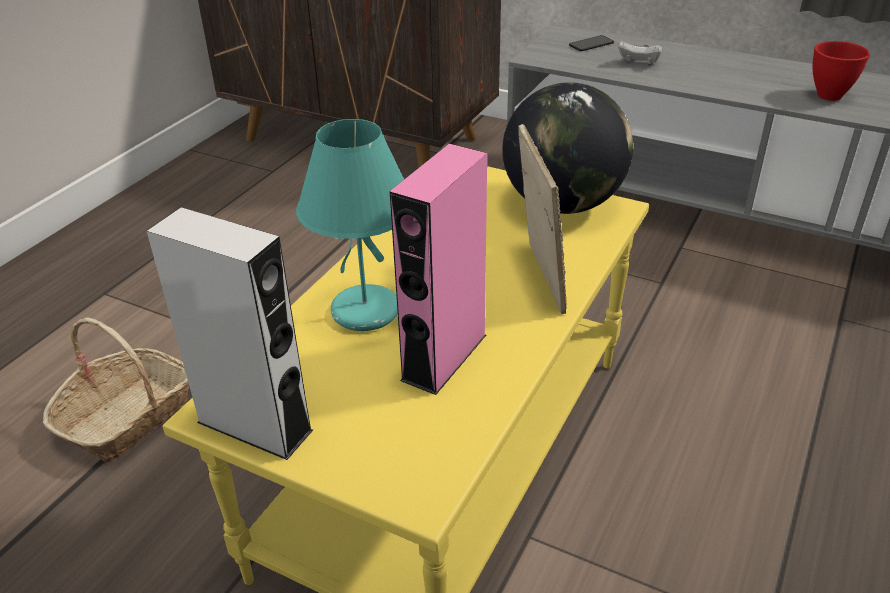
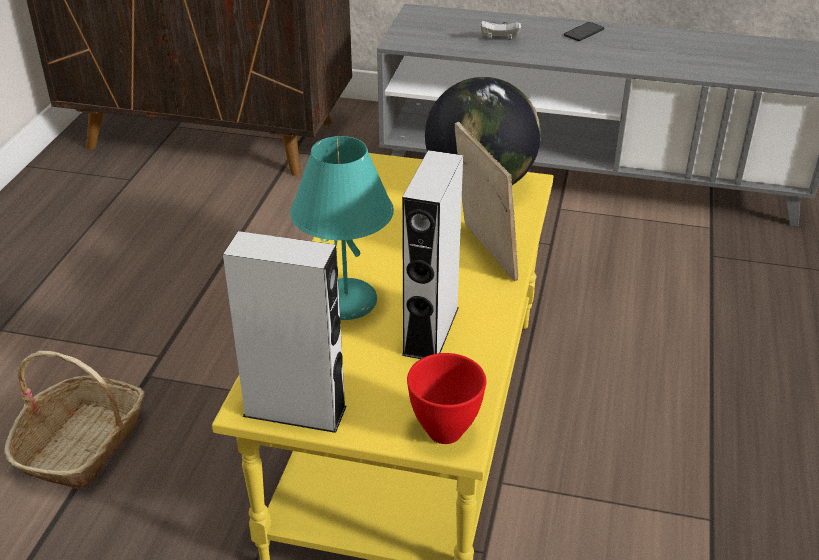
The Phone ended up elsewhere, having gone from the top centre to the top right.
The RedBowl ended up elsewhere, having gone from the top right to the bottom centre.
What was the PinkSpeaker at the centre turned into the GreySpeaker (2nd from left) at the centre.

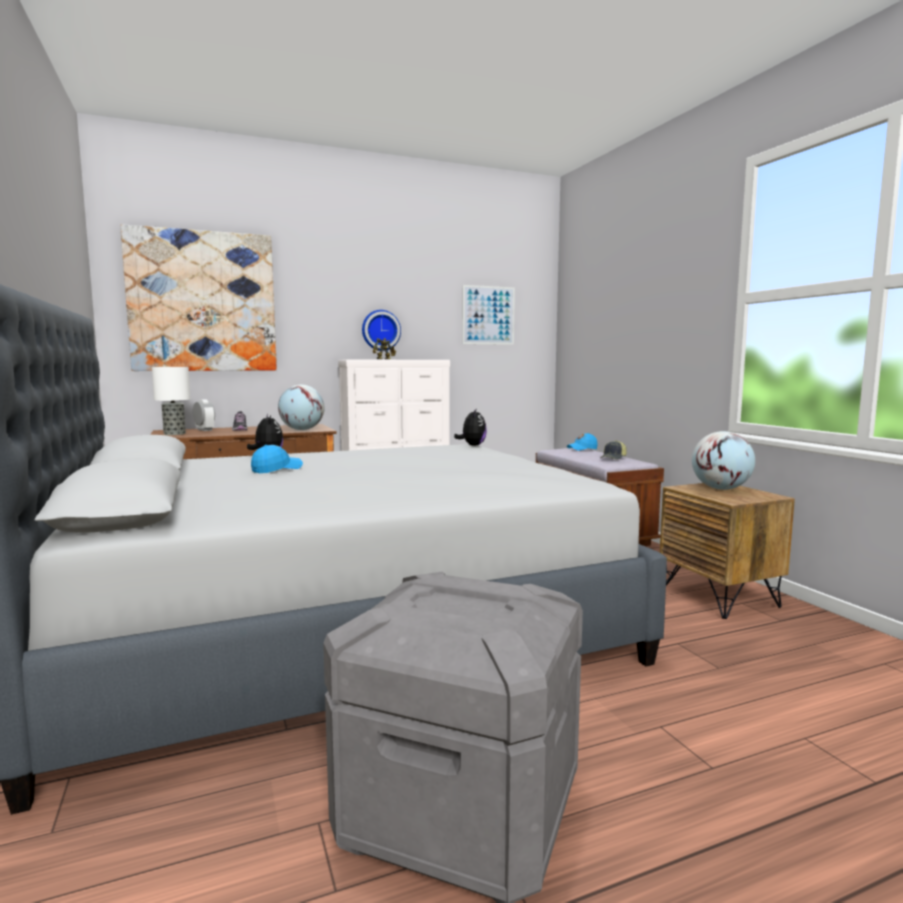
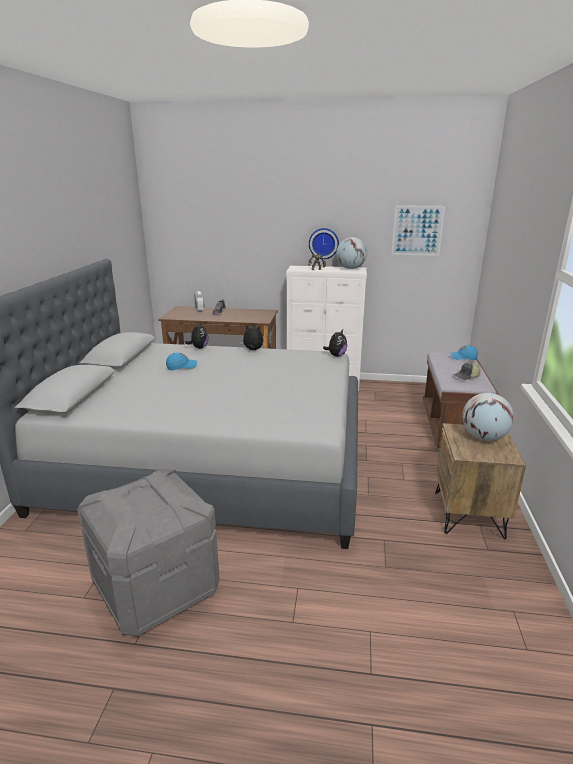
The second view lost the Picture (1st from left) at the top left.
The second view lost the TableLamp at the middle left.
The second view gained the PlushToy (2nd from left) at the centre.
The Globe (1st from left) ended up elsewhere, having gone from the centre to the top centre.

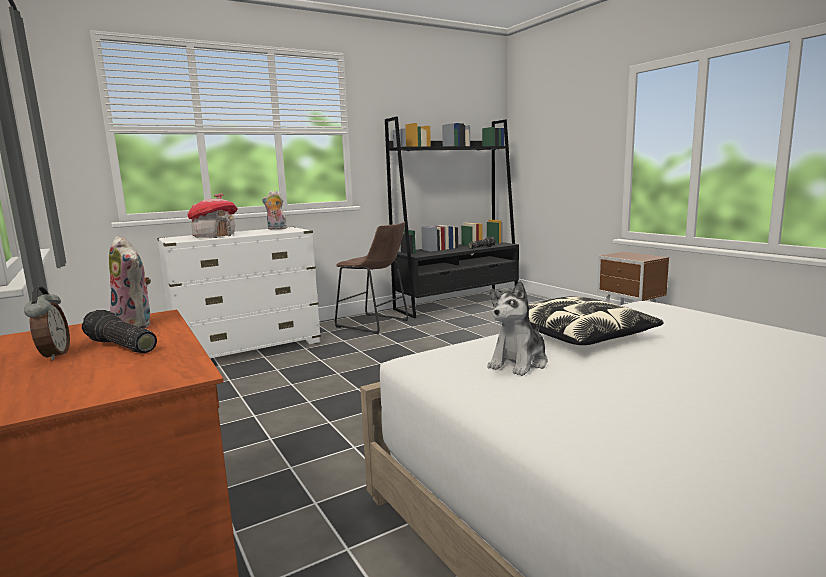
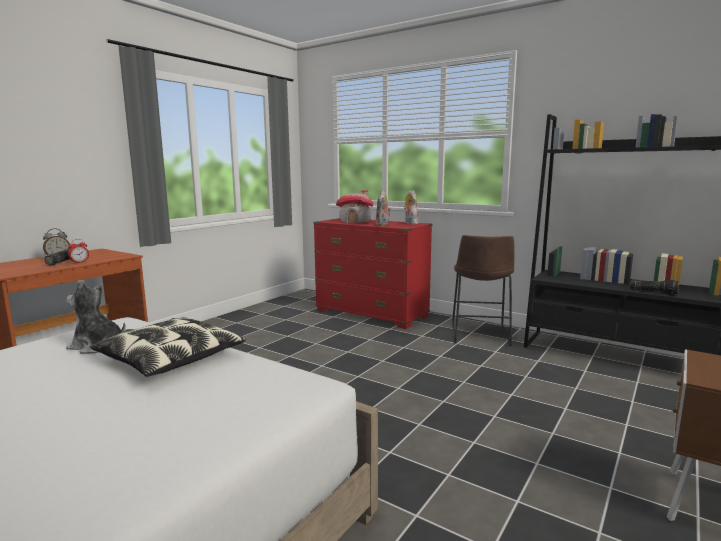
The second view gained the AlarmClock (2nd from left) at the middle left.
The PlushToy (1st from left in the first image) ended up elsewhere, having gone from the middle left to the centre.
What was the WhiteDresser at the middle left turned into the RedDresser at the centre.

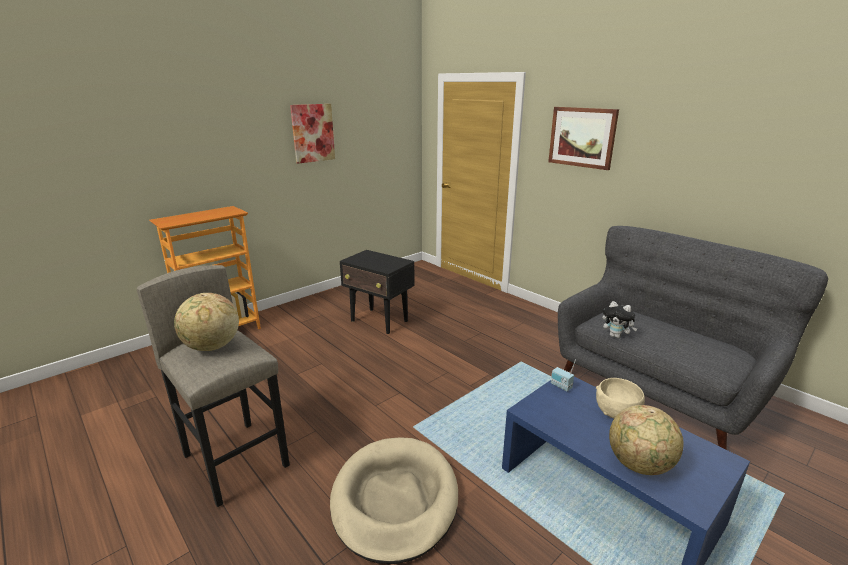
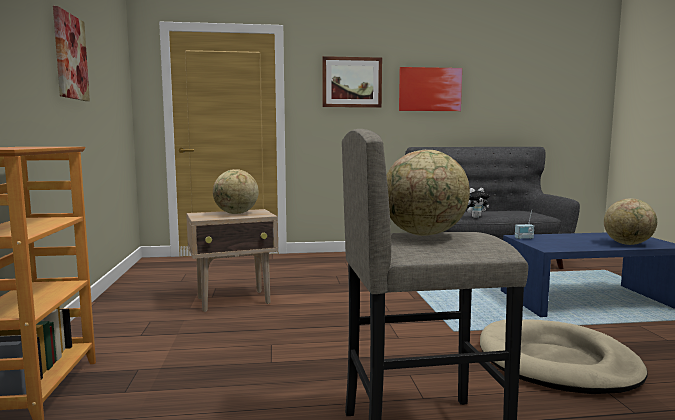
The second view lost the BeigeBowl at the bottom right.
The second view gained the Globe (1st from left) at the centre.
The second view gained the Picture (3rd from left) at the top centre.
What was the BlackSideTable at the centre turned into the BeigeSideTable at the centre.

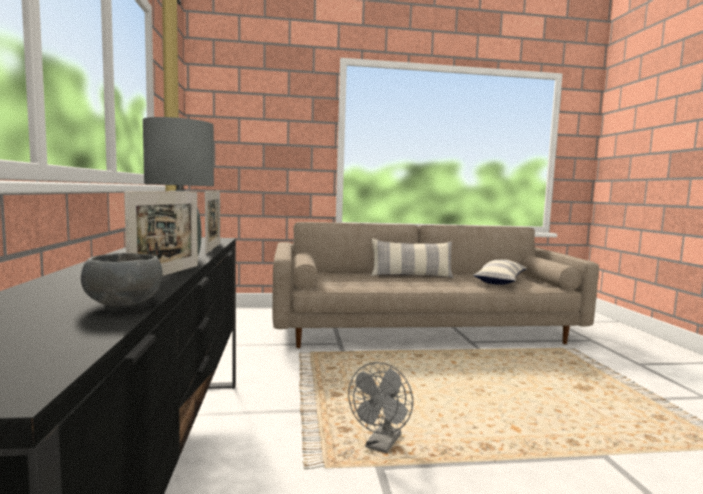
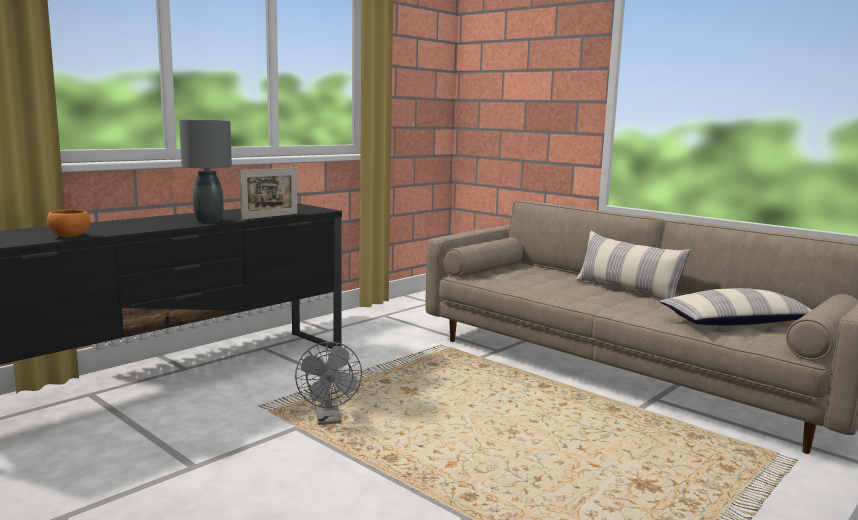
The second view lost the PictureFrame (1st from left) at the middle left.
What was the GreyBowl at the middle left turned into the OrangeBowl at the middle left.
The GreyFan at the bottom centre ended up facing another way, 90 degrees counterclockwise from before.

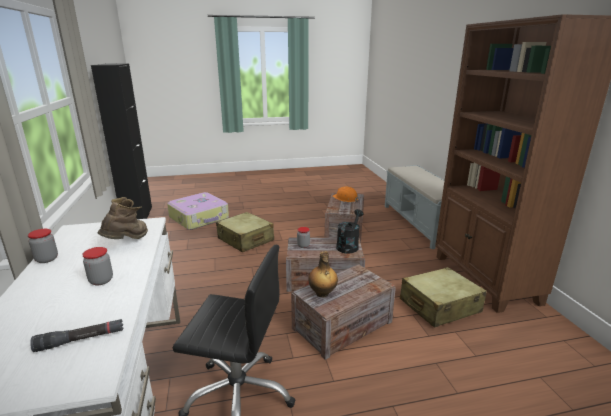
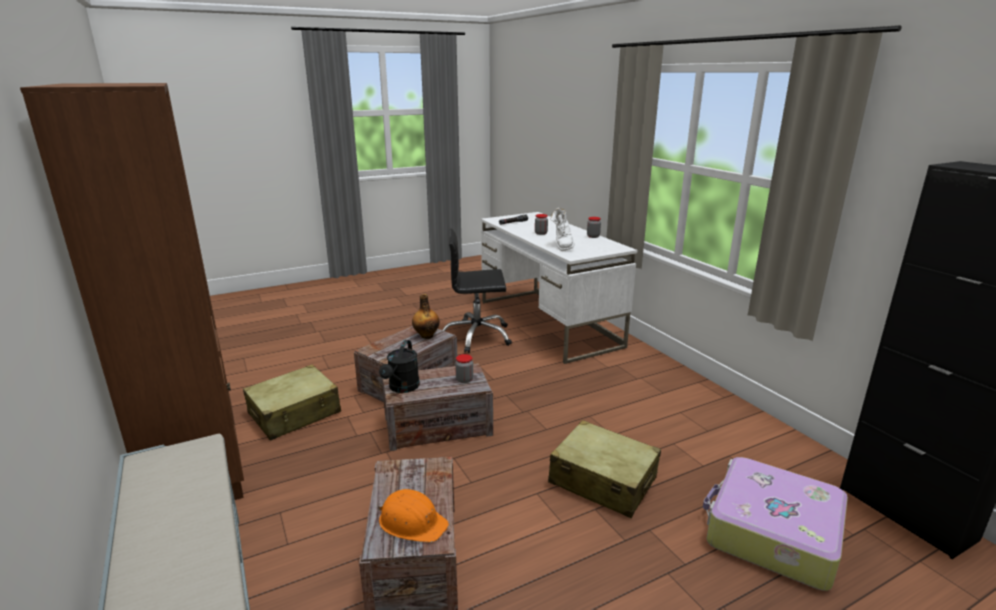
What was the BrownBoot at the middle left turned into the WhiteBoot at the centre.

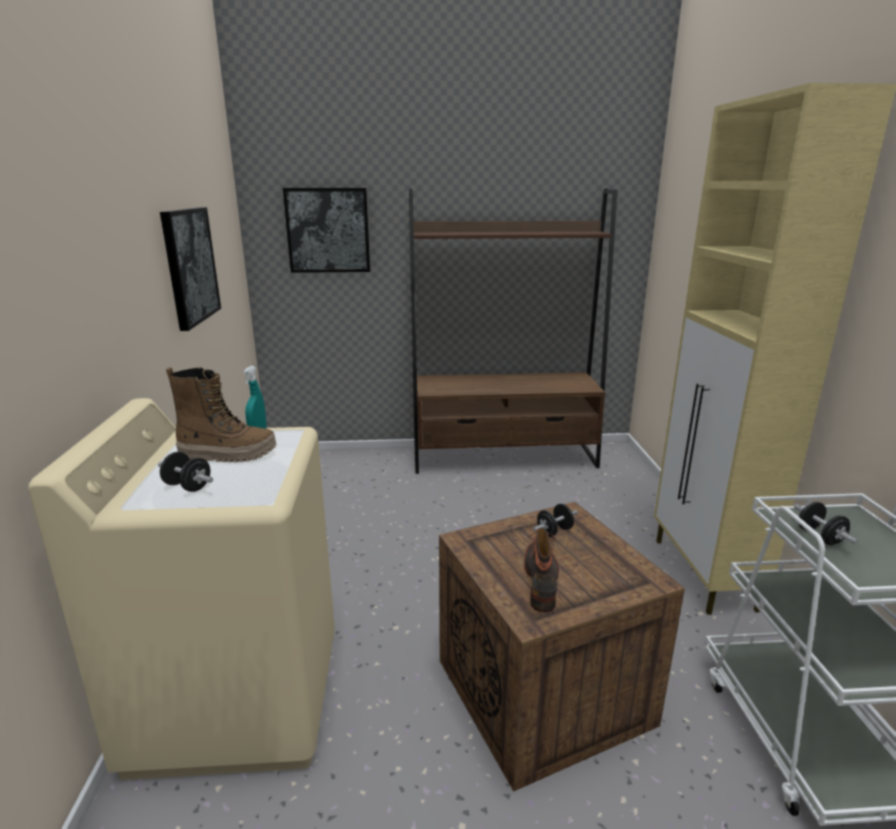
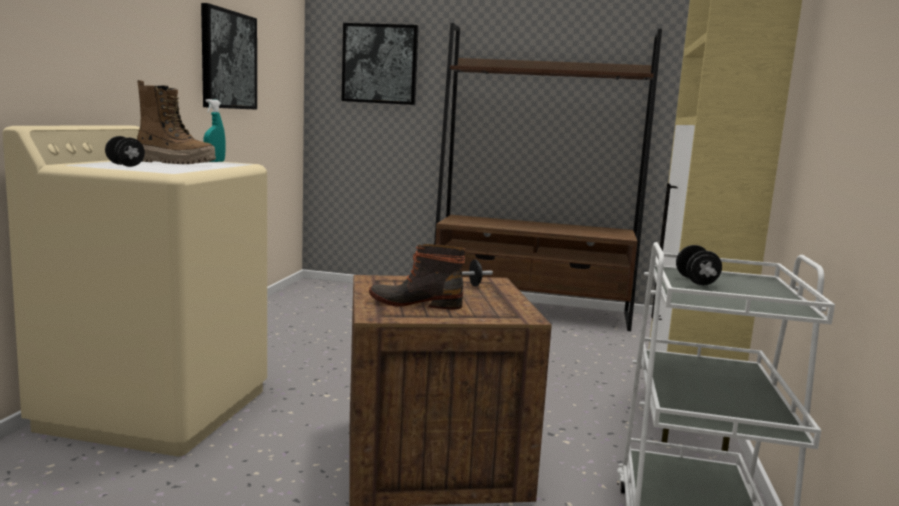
The Boot (2nd from left) at the bottom centre ended up facing another way, 105 degrees counterclockwise from before.

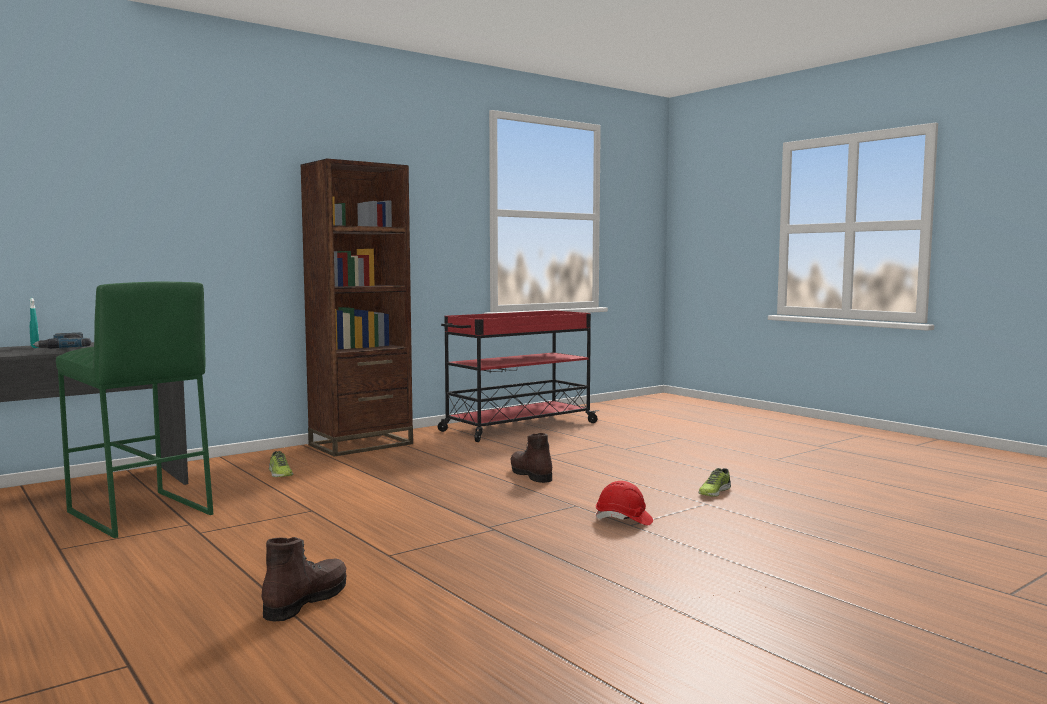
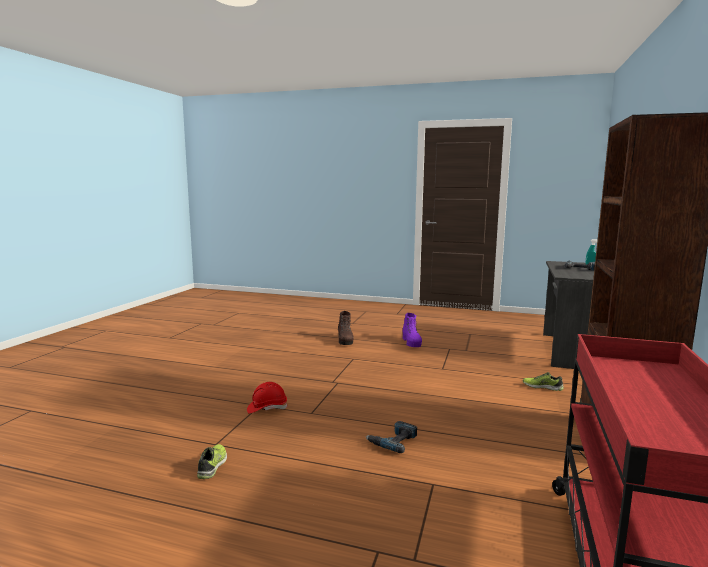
The second view lost the GreenStool at the middle left.
The second view gained the PurpleBoot at the centre.
Where the BrownBoot (2nd from left) stood at the centre, the PowerDrill (1st from left) came to stand at the bottom centre.

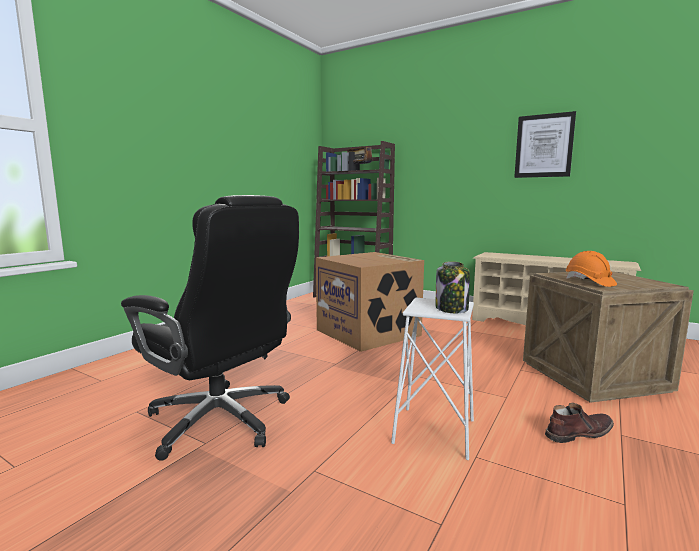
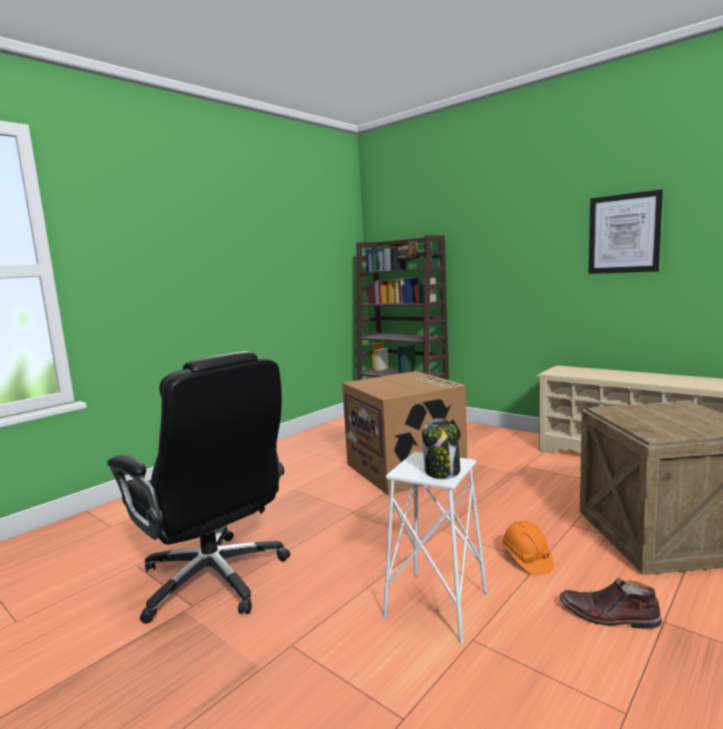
The OrangeHardHat ended up elsewhere, having gone from the middle right to the bottom right.
The BrownBoot at the bottom right ended up facing another way, 150 degrees counterclockwise from before.

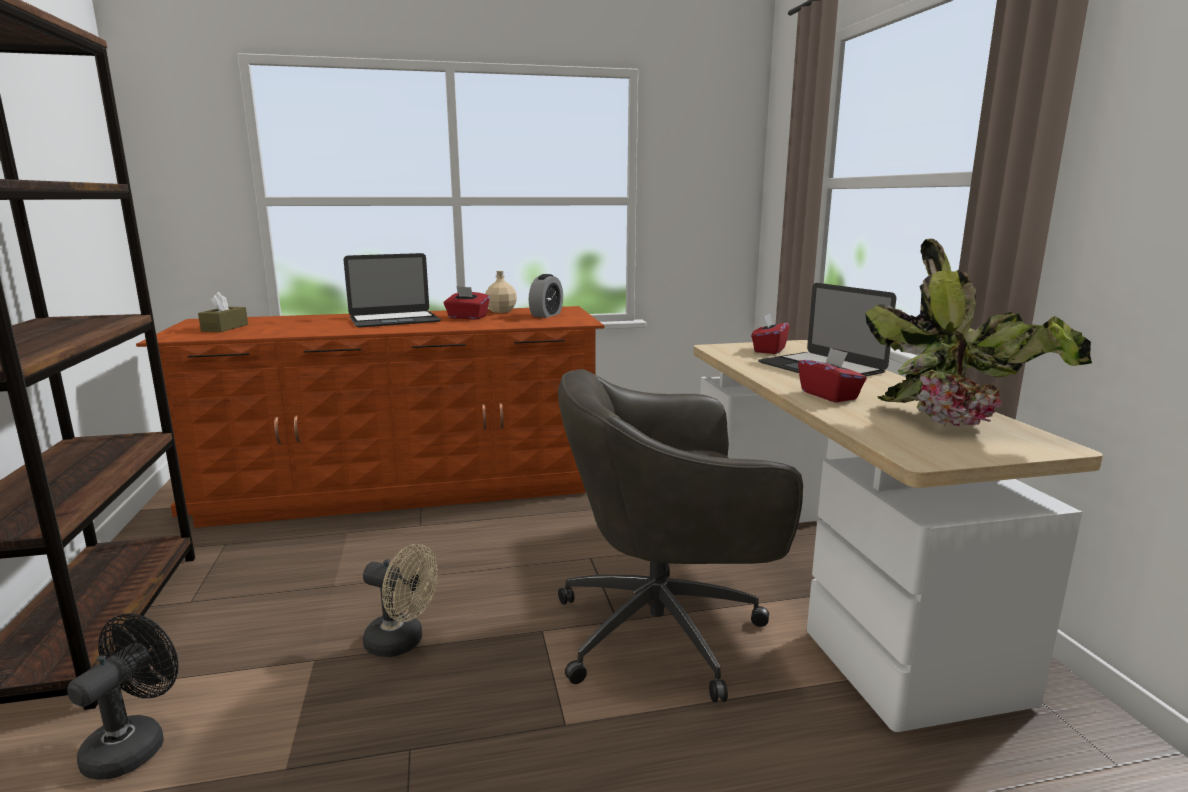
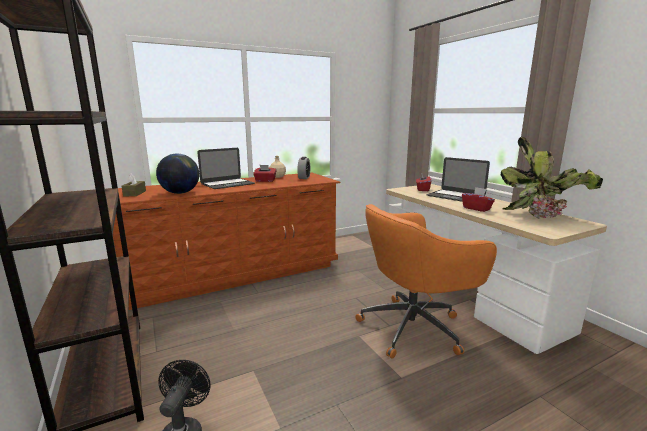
The second view lost the BeigeFan at the bottom centre.
The second view gained the Globe at the middle left.
What was the GreyOfficeChair at the bottom centre turned into the OrangeOfficeChair at the centre.

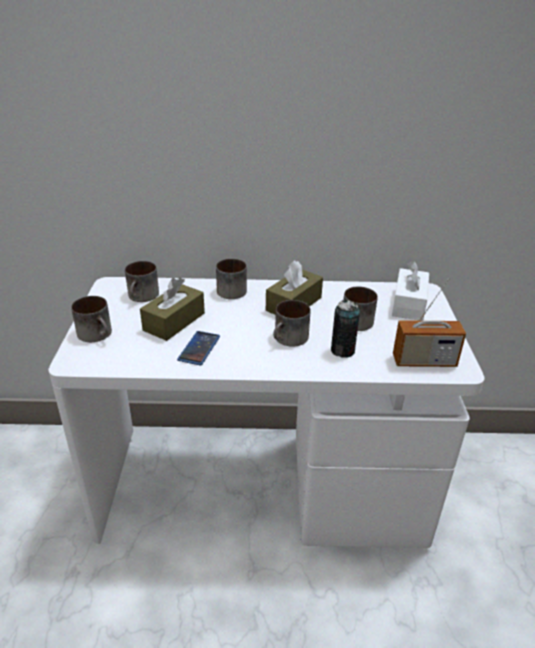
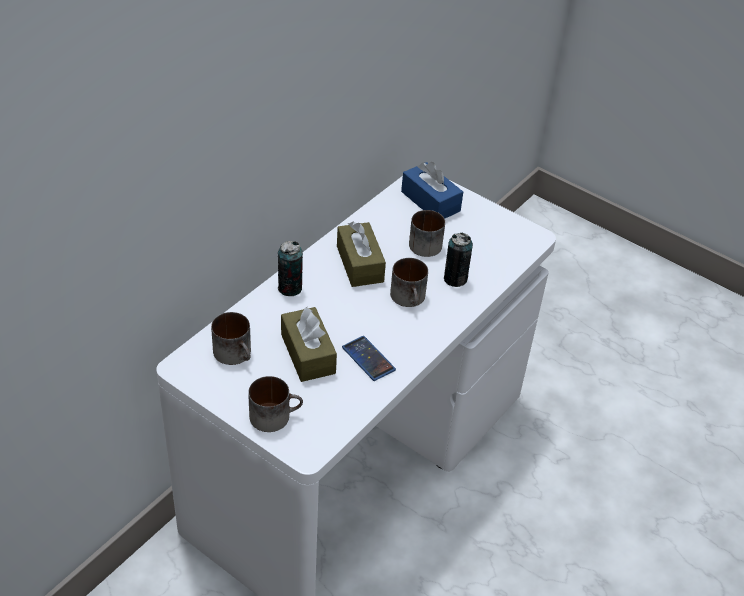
The second view lost the Radio at the middle right.
Where the Mug (3rd from left) stood at the centre, the Can (1st from left) came to stand at the centre.
What was the WhiteTissueBox at the middle right turned into the BlueTissueBox at the top centre.

